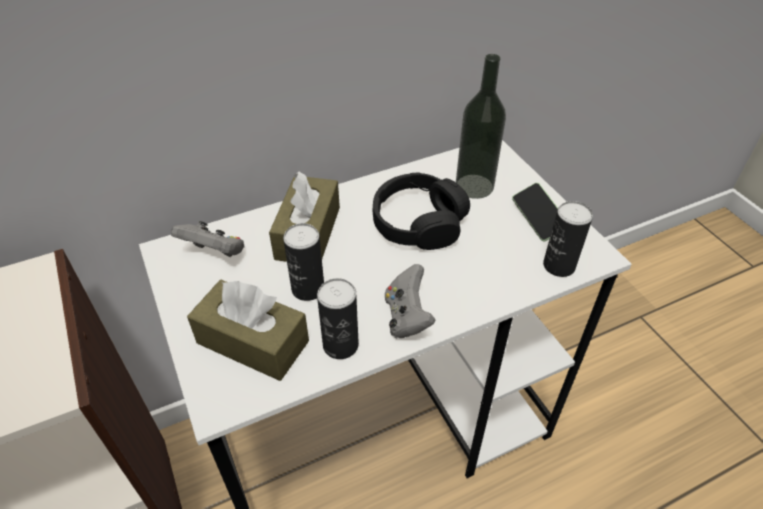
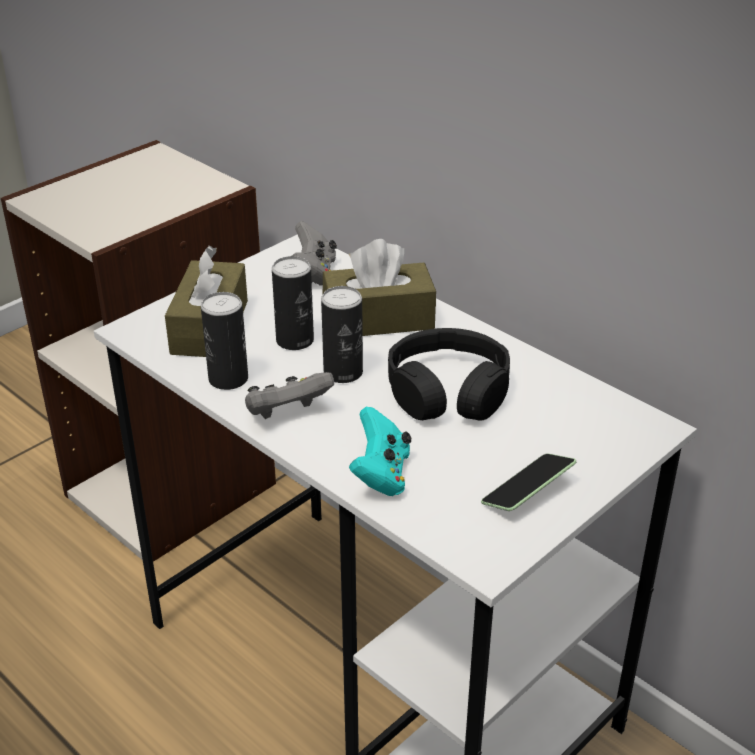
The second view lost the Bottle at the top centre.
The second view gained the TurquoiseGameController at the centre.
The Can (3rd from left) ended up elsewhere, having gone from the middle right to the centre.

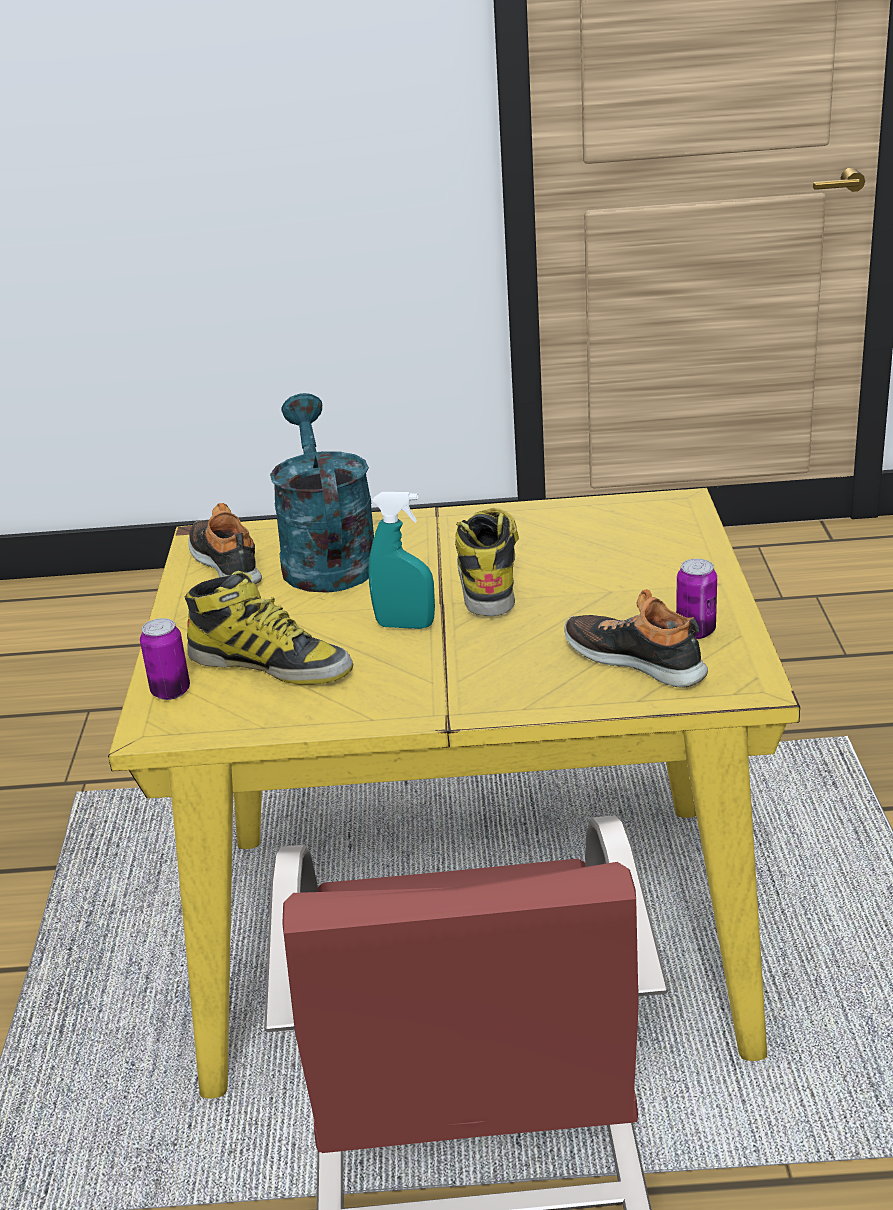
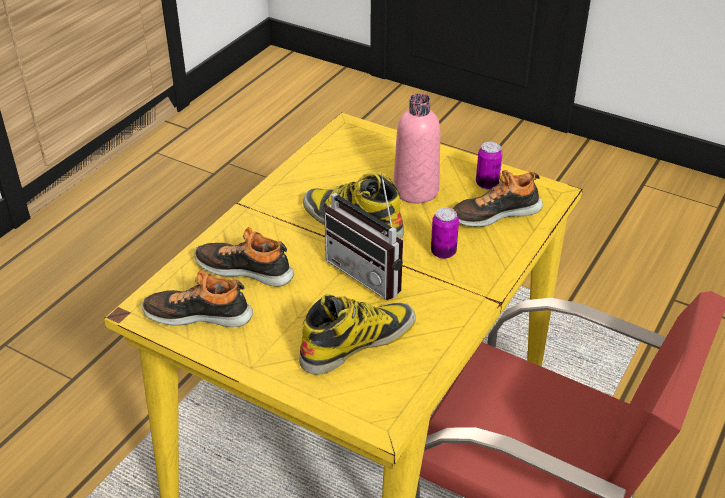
The second view gained the PinkBottle at the top centre.
The Can (1st from left) ended up elsewhere, having gone from the middle left to the centre.
Where the TurquoiseWateringCan stood at the centre, the Shoe (2nd from left) came to stand at the centre.
Where the TurquoiseSprayBottle stood at the centre, the Radio came to stand at the centre.

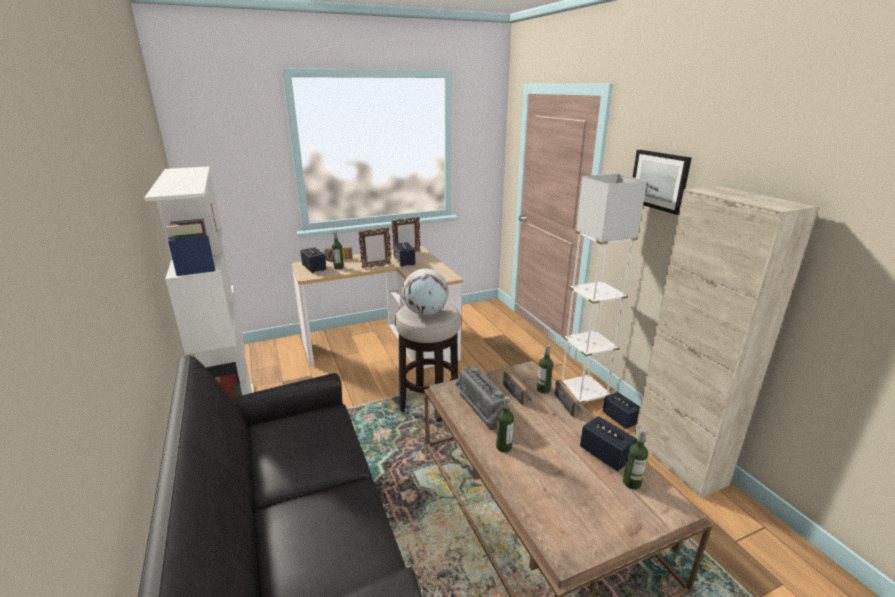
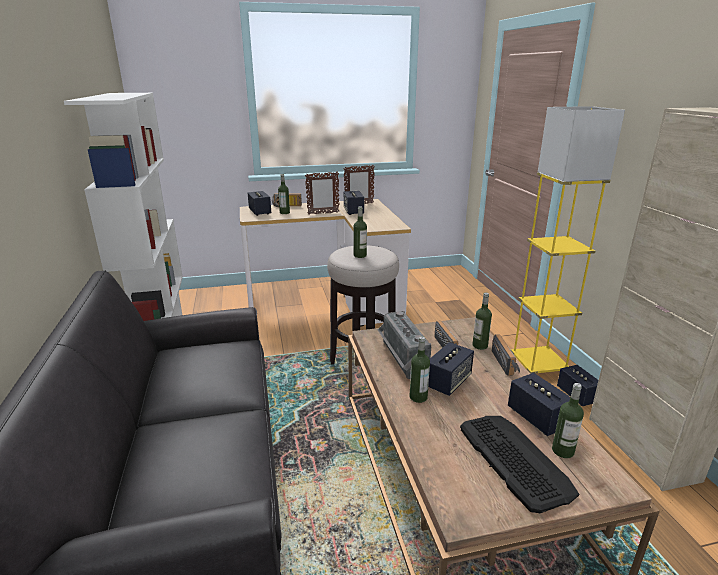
The second view lost the Picture at the top right.
The second view gained the Speaker (3rd from left) at the centre.
The second view gained the Keyboard at the bottom right.
Where the Globe stood at the centre, the Bottle (2nd from left) came to stand at the centre.
What was the WhiteFloorLamp at the middle right turned into the YellowFloorLamp at the middle right.

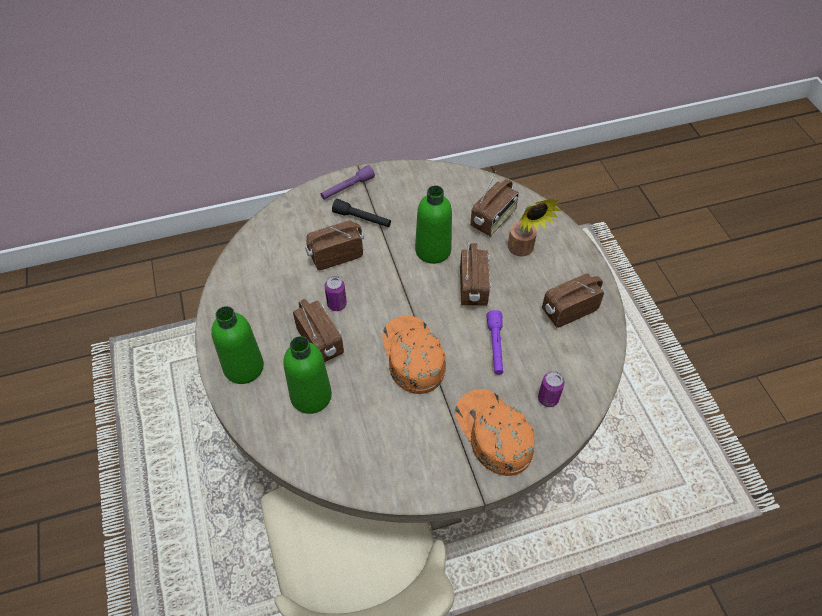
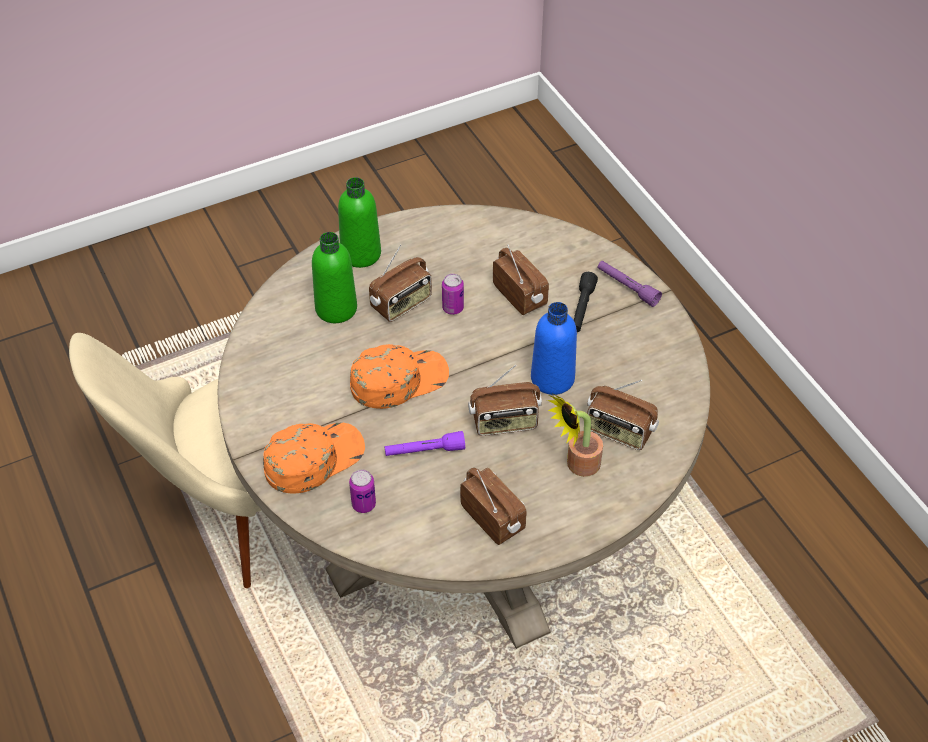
What was the GreenBottle (3rd from left) at the centre turned into the BlueBottle at the centre.

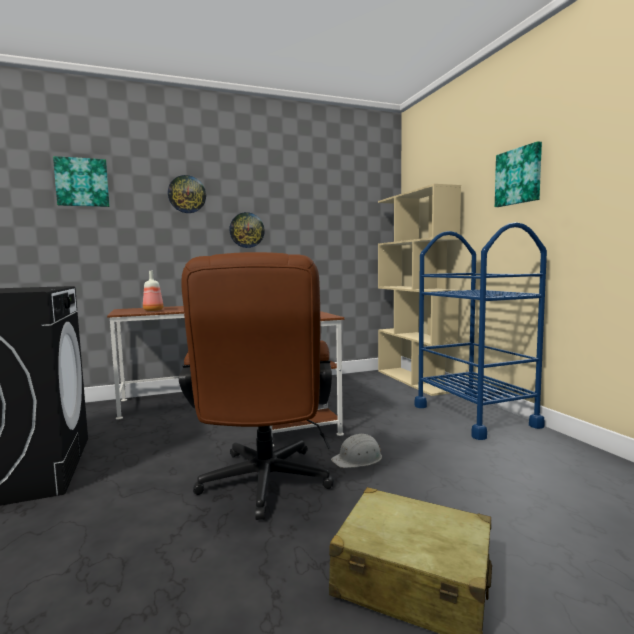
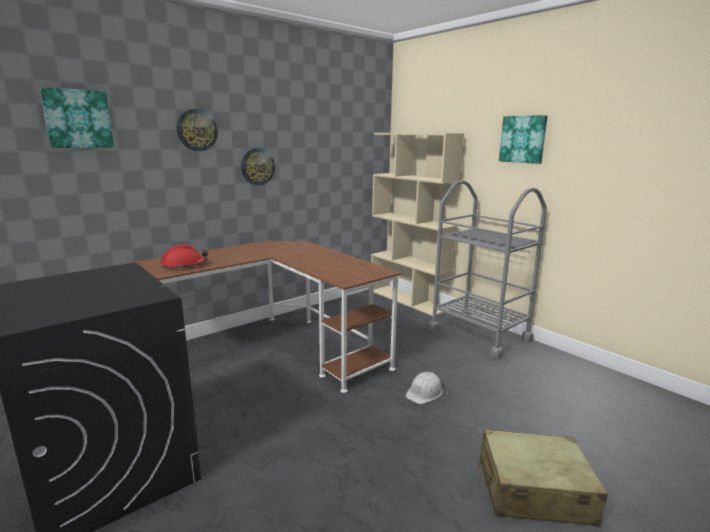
The second view lost the BrownOfficeChair at the centre.
Where the Bottle stood at the middle left, the RedHardHat came to stand at the middle left.
What was the BlueCart at the middle right turned into the GreyCart at the middle right.

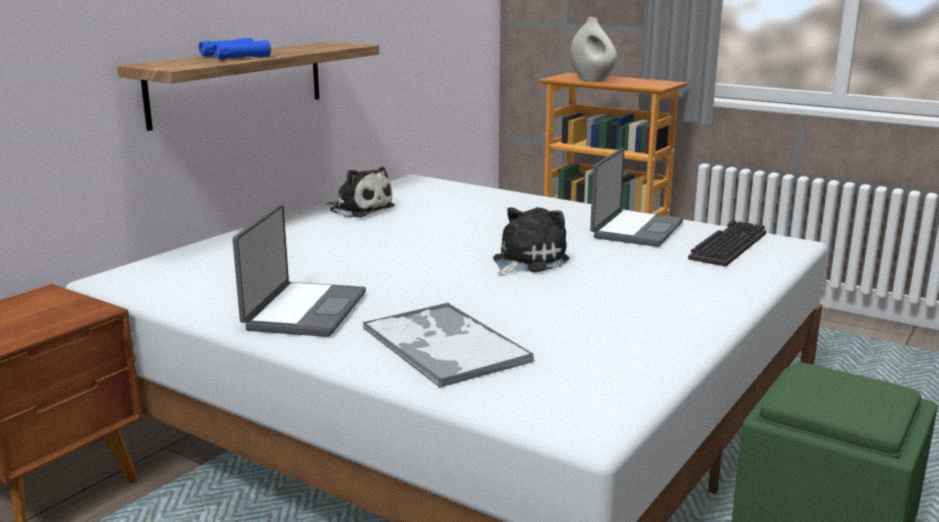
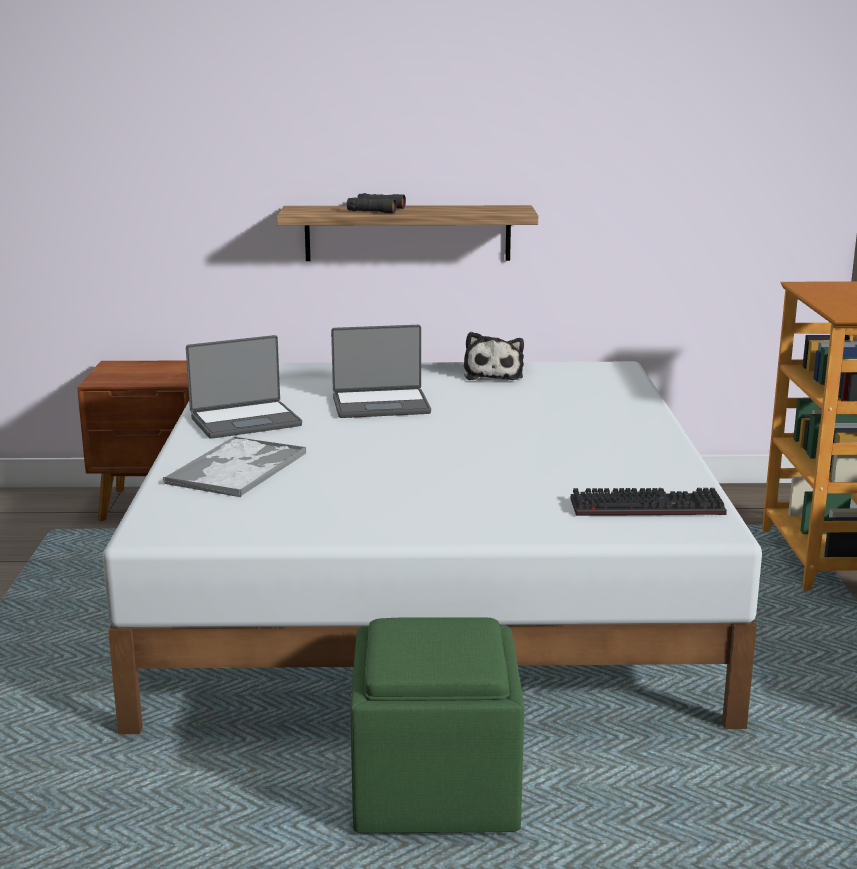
The second view lost the PlushToy (2nd from left) at the centre.
The second view lost the WhiteVase at the top centre.
The Laptop (2nd from left) ended up elsewhere, having gone from the middle right to the centre.
What was the BlueBinoculars at the top left turned into the BlackBinoculars at the top centre.

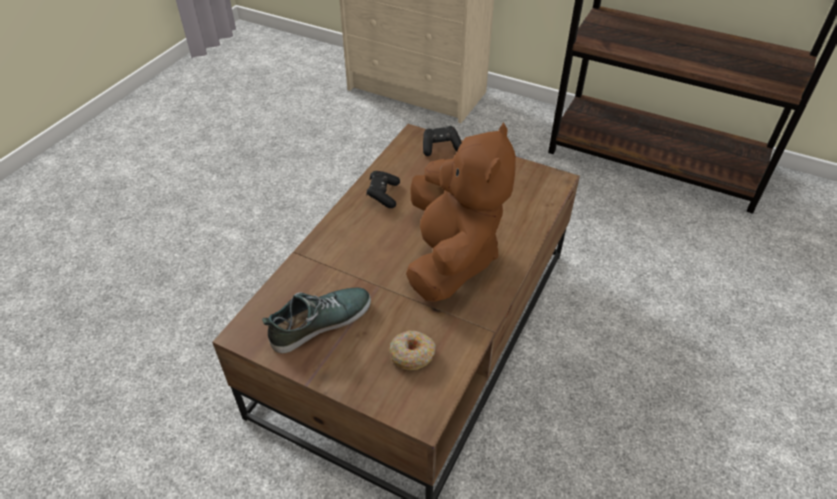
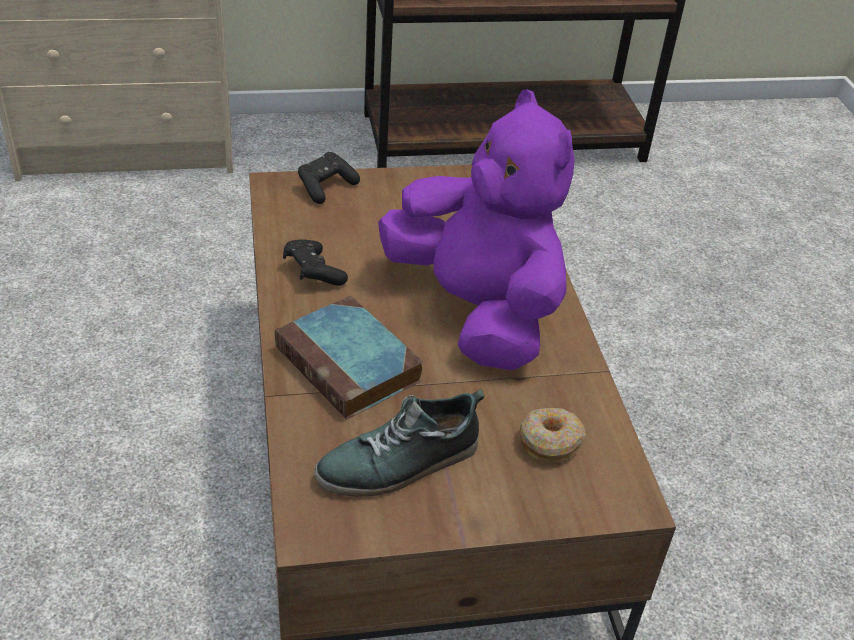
The second view gained the Book at the centre.
What was the BrownPlushToy at the centre turned into the PurplePlushToy at the centre.
The Shoe at the centre ended up facing another way, 135 degrees counterclockwise from before.

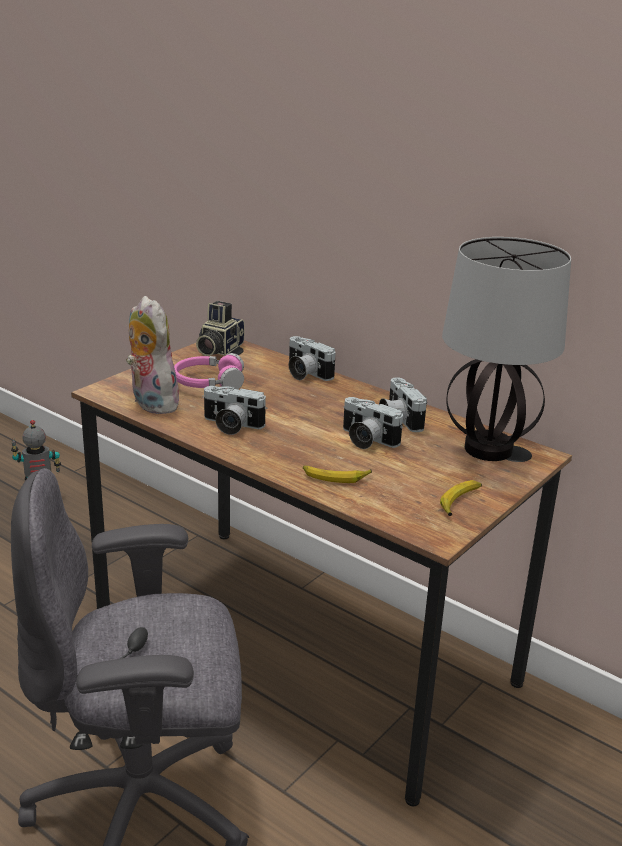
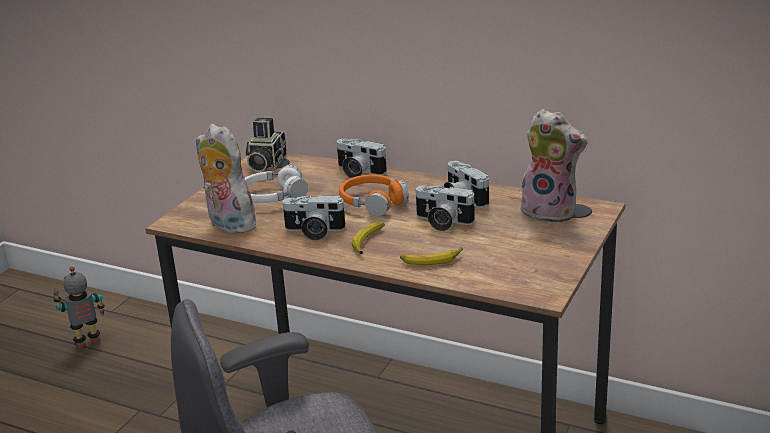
The second view gained the OrangeHeadphones at the centre.
The Banana (2nd from left in the first image) ended up elsewhere, having gone from the middle right to the centre.
Where the TableLamp stood at the middle right, the PlushToy (2nd from left) came to stand at the middle right.
What was the PinkHeadphones at the centre turned into the WhiteHeadphones at the centre.

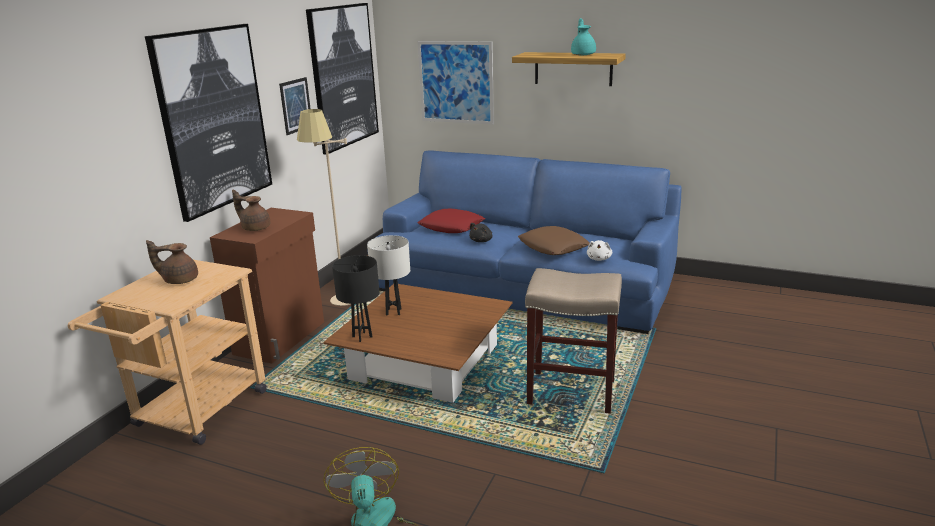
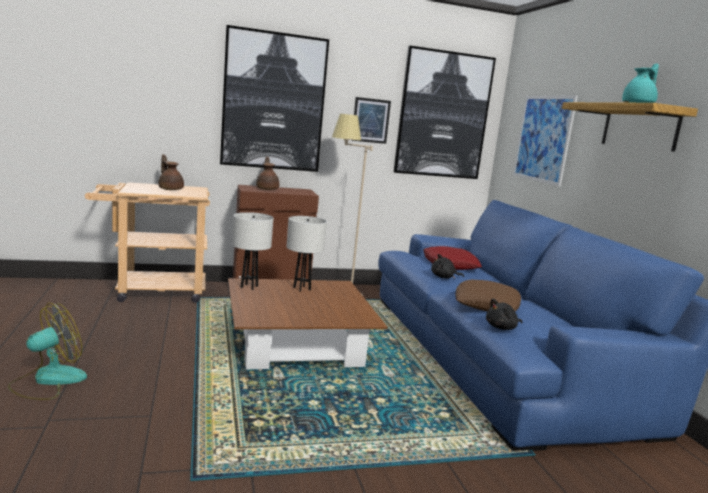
The second view lost the BeigeStool at the centre.
What was the BlackTableLamp at the centre turned into the WhiteTableLamp (1st from left) at the centre.
What was the WhitePlushToy at the centre turned into the BlackPlushToy (2nd from left) at the middle right.

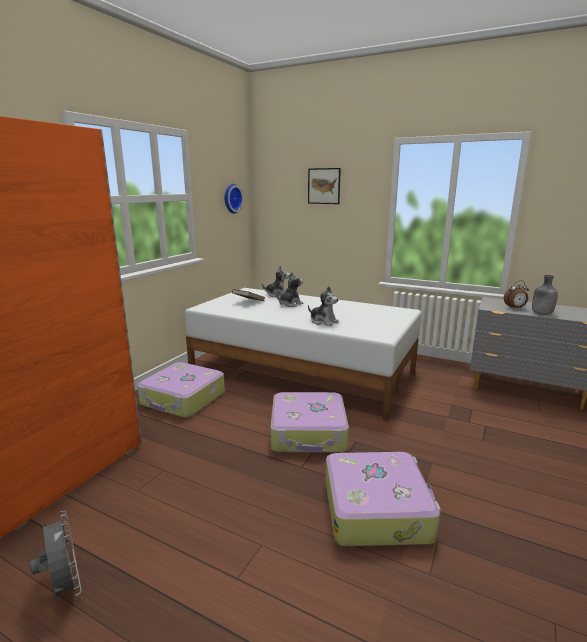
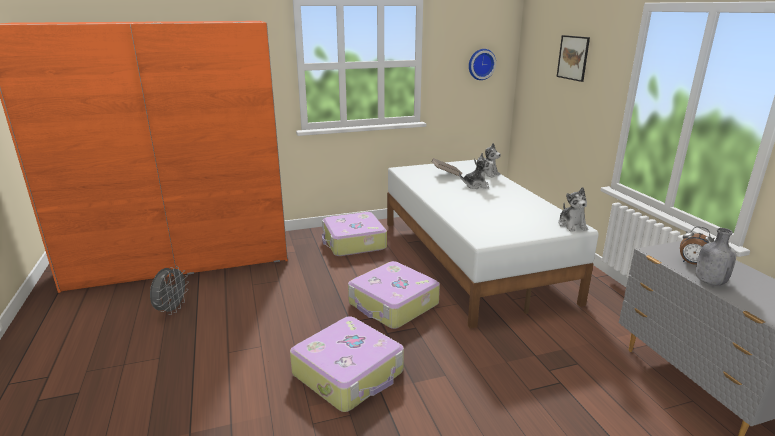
The PlushToy (3rd from left) ended up elsewhere, having gone from the centre to the middle right.

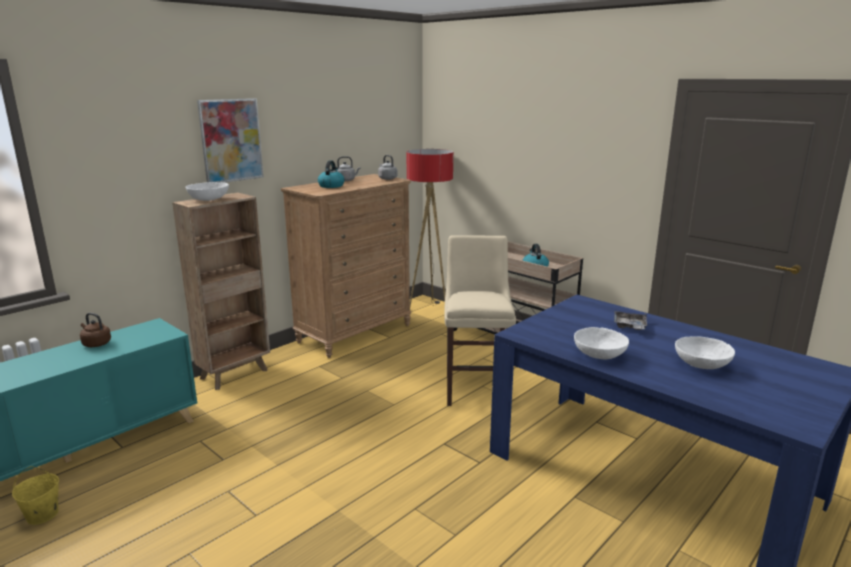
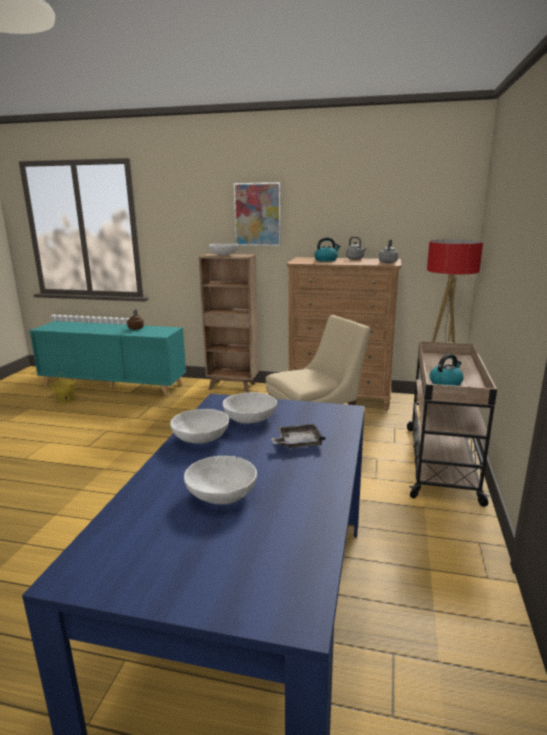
The second view gained the WhiteBowl (4th from left) at the centre.

